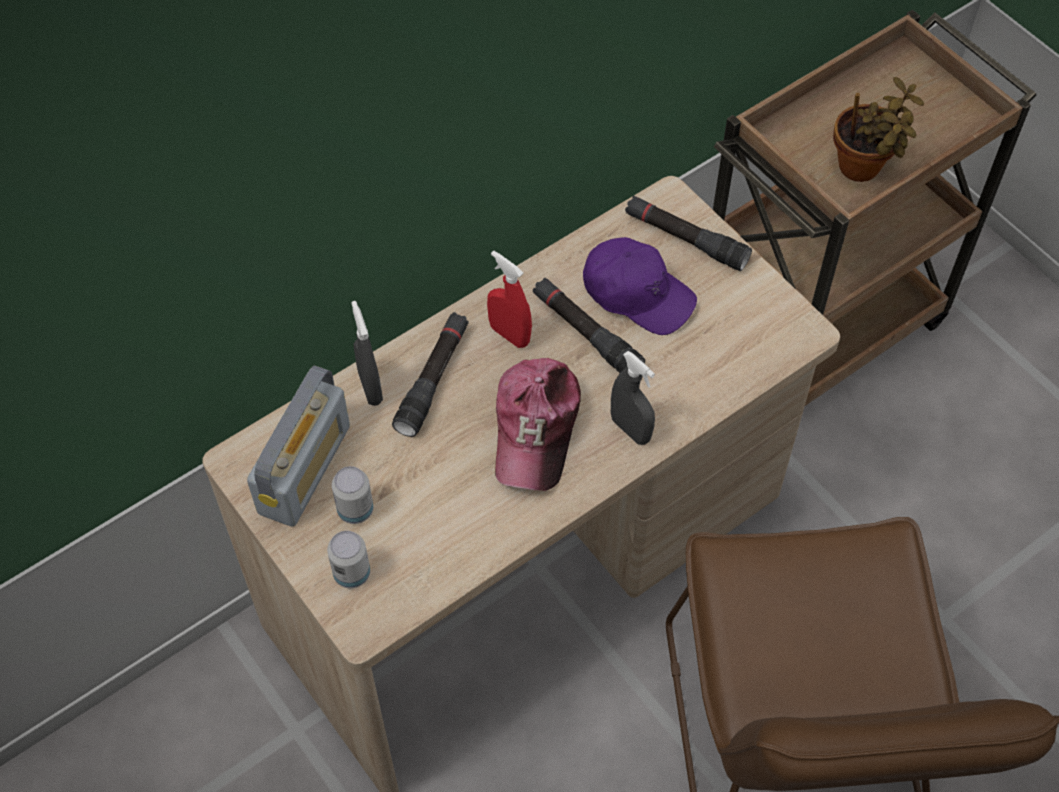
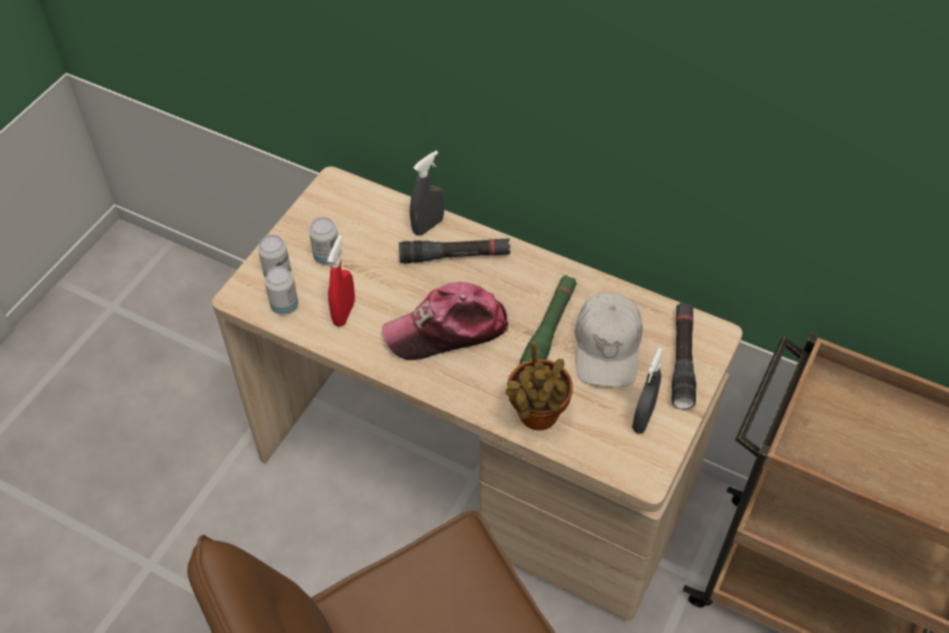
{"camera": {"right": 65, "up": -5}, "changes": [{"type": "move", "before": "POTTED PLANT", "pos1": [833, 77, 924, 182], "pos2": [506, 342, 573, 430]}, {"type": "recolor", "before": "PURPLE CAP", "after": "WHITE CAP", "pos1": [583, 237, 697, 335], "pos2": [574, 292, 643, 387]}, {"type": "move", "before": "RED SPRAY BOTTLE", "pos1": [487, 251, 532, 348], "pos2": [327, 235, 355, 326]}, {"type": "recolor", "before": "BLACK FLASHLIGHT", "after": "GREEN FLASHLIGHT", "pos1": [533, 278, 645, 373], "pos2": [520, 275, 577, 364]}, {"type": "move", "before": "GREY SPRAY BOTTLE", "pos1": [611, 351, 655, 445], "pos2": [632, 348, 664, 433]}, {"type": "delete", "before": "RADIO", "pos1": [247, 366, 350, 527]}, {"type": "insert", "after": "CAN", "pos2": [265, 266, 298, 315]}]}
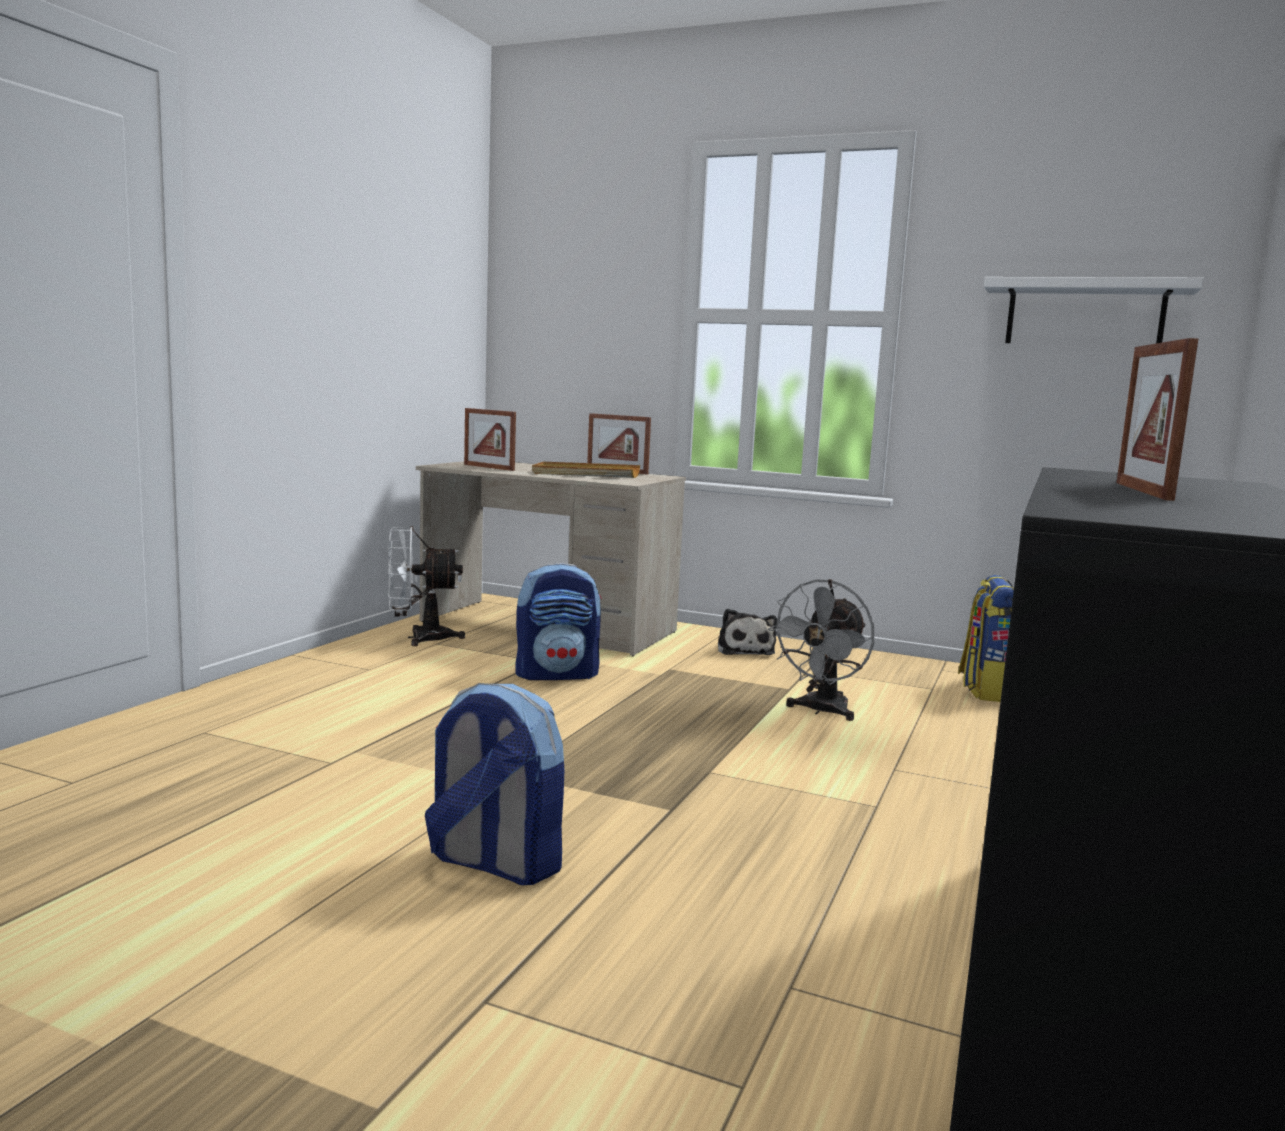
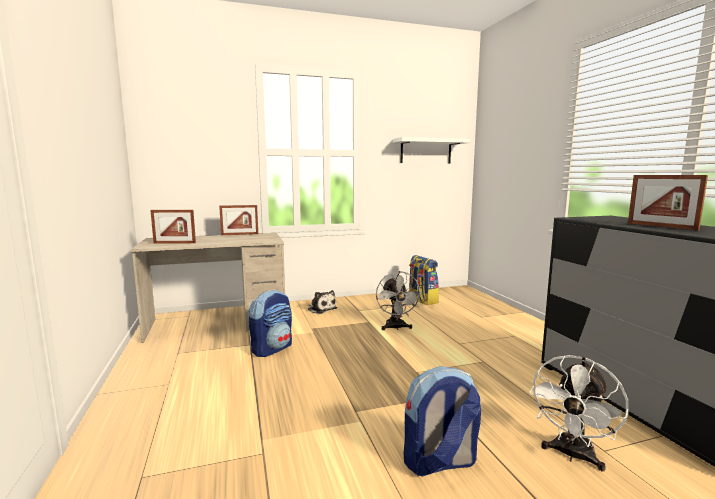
{"camera": {"right": -40, "up": 0}, "changes": [{"type": "delete", "before": "BEIGE TRAY", "pos1": [532, 461, 640, 478]}, {"type": "move", "before": "WHITE FAN", "pos1": [388, 526, 465, 646], "pos2": [529, 355, 628, 471]}]}
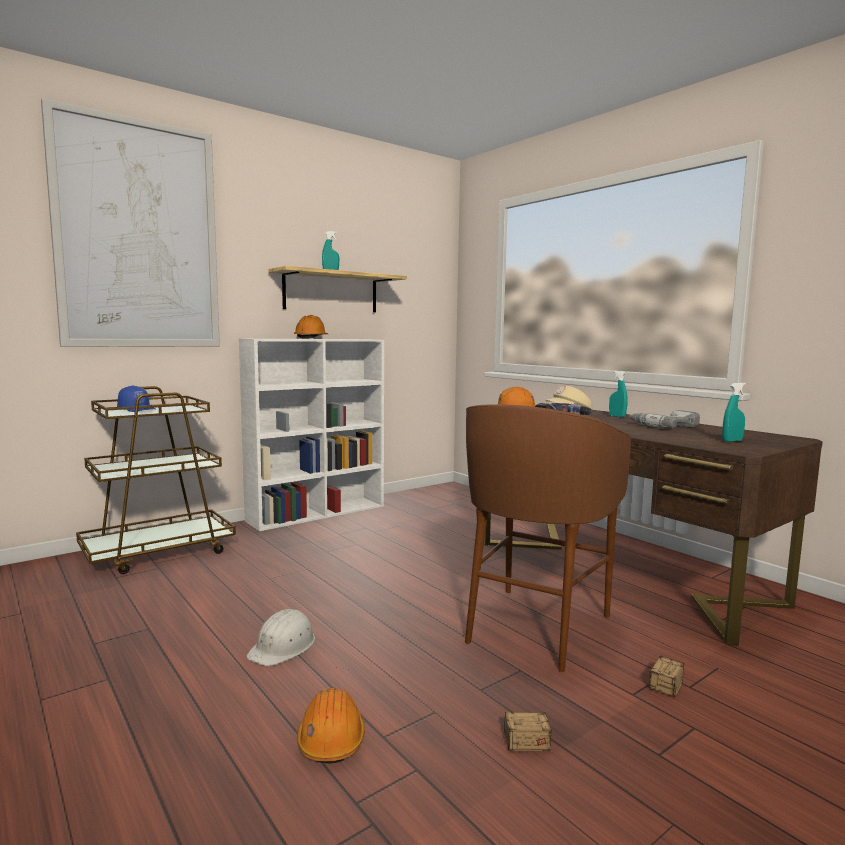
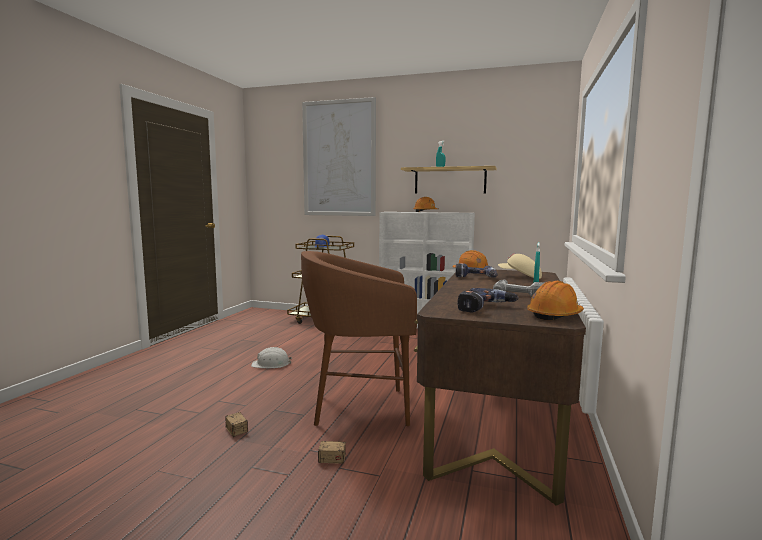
{"camera": {"right": 55, "up": 0}, "changes": [{"type": "replace", "before": "TURQUOISE SPRAY BOTTLE", "after": "POWER DRILL", "pos1": [722, 382, 746, 442], "pos2": [458, 288, 519, 312]}, {"type": "move", "before": "ORANGE HARD HAT", "pos1": [297, 688, 365, 764], "pos2": [527, 281, 584, 320]}]}
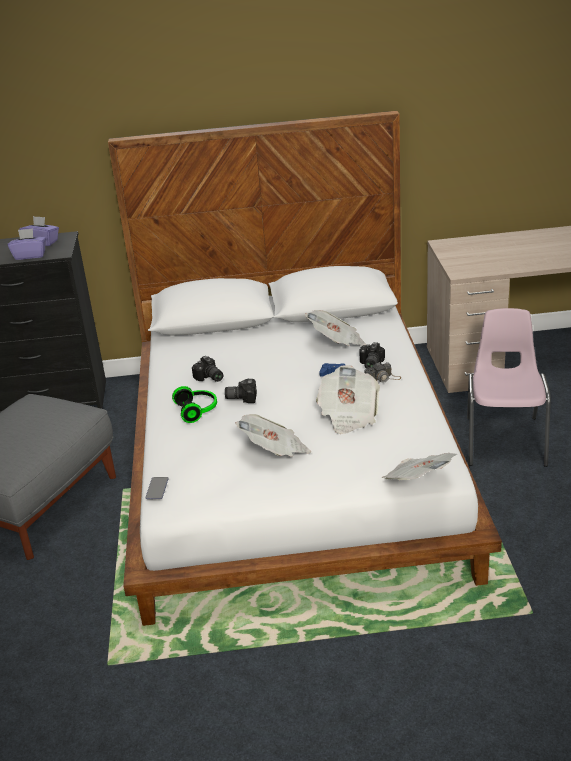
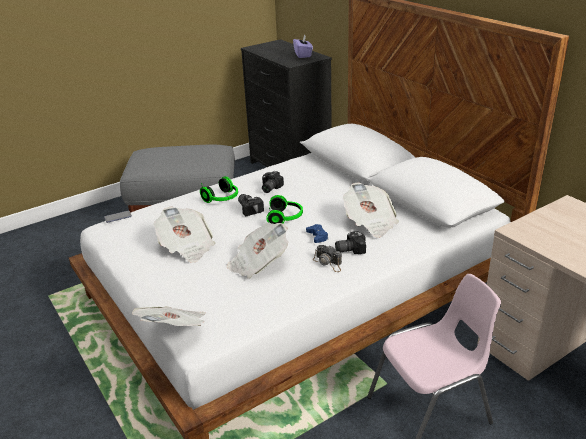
{"camera": {"right": 60, "up": 0}, "changes": [{"type": "delete", "before": "PURPLE TISSUE BOX", "pos1": [8, 228, 46, 260]}, {"type": "insert", "after": "HEADPHONES", "pos2": [266, 195, 303, 224]}]}
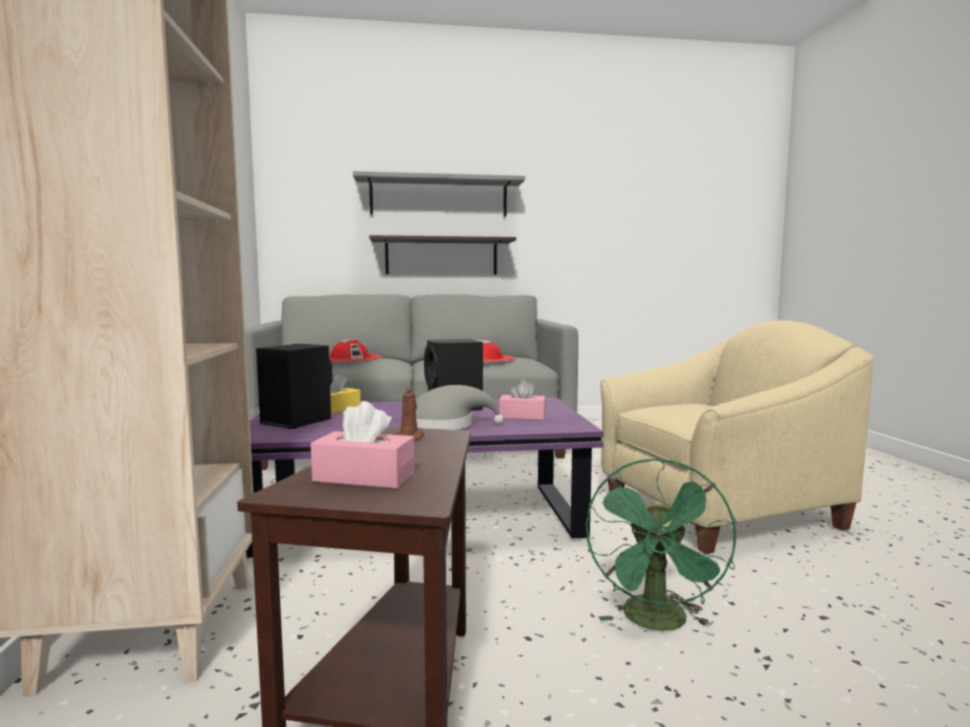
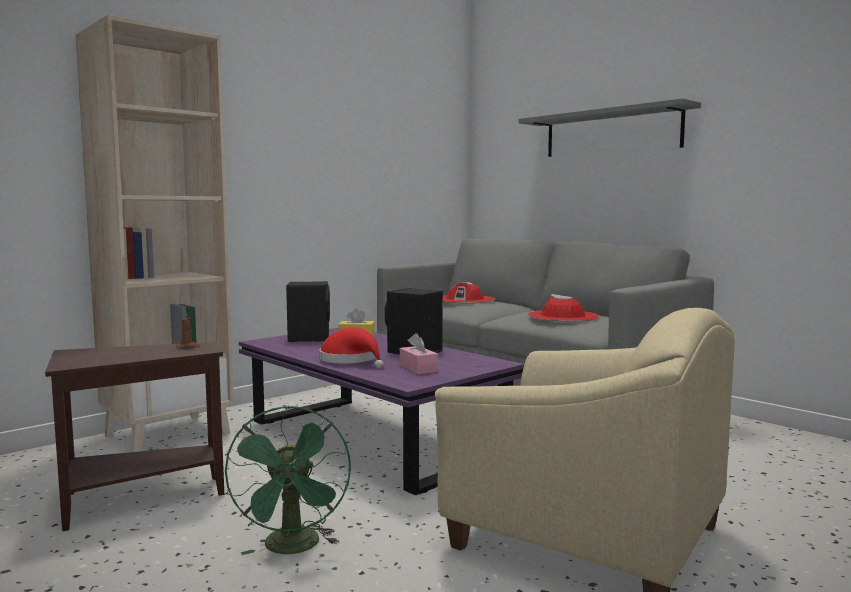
{"camera": {"right": 55, "up": 0}, "changes": [{"type": "delete", "before": "SHELF", "pos1": [369, 235, 516, 275]}, {"type": "recolor", "before": "GREY HAT", "after": "RED HAT", "pos1": [416, 385, 504, 430], "pos2": [319, 327, 384, 369]}, {"type": "delete", "before": "PINK TISSUE BOX", "pos1": [311, 401, 415, 489]}, {"type": "rotate", "before": "GREEN FAN", "pos1": [586, 458, 737, 631], "pos2": [225, 405, 351, 555], "turn": -75}]}
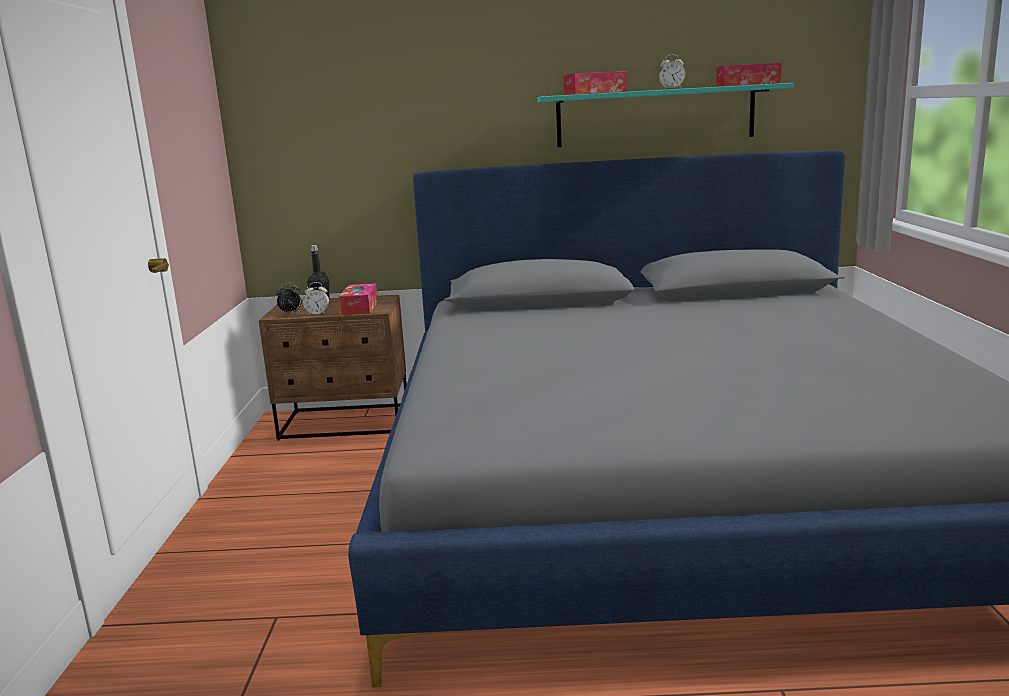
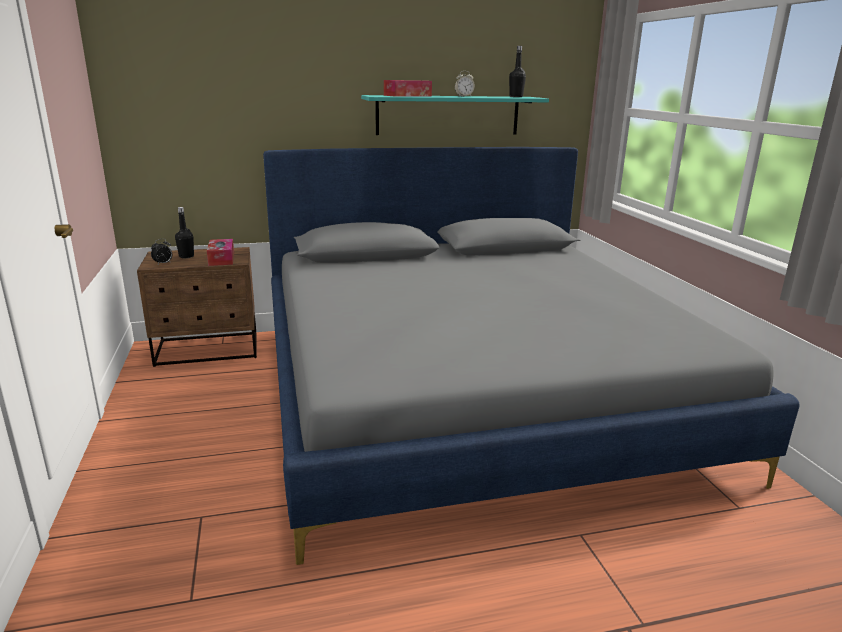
{"camera": {"right": -15, "up": 5}, "changes": [{"type": "replace", "before": "TISSUE BOX", "after": "BLACK BOTTLE", "pos1": [716, 62, 782, 87], "pos2": [509, 46, 526, 97]}, {"type": "delete", "before": "ALARM CLOCK", "pos1": [303, 282, 330, 315]}]}
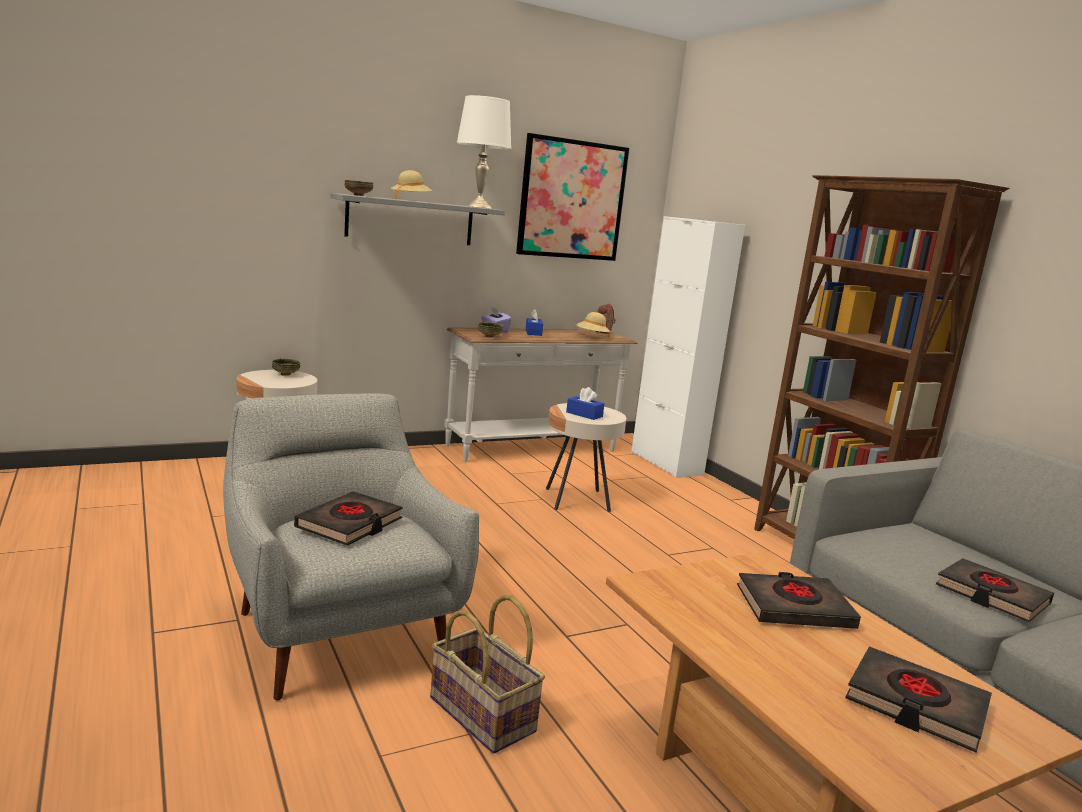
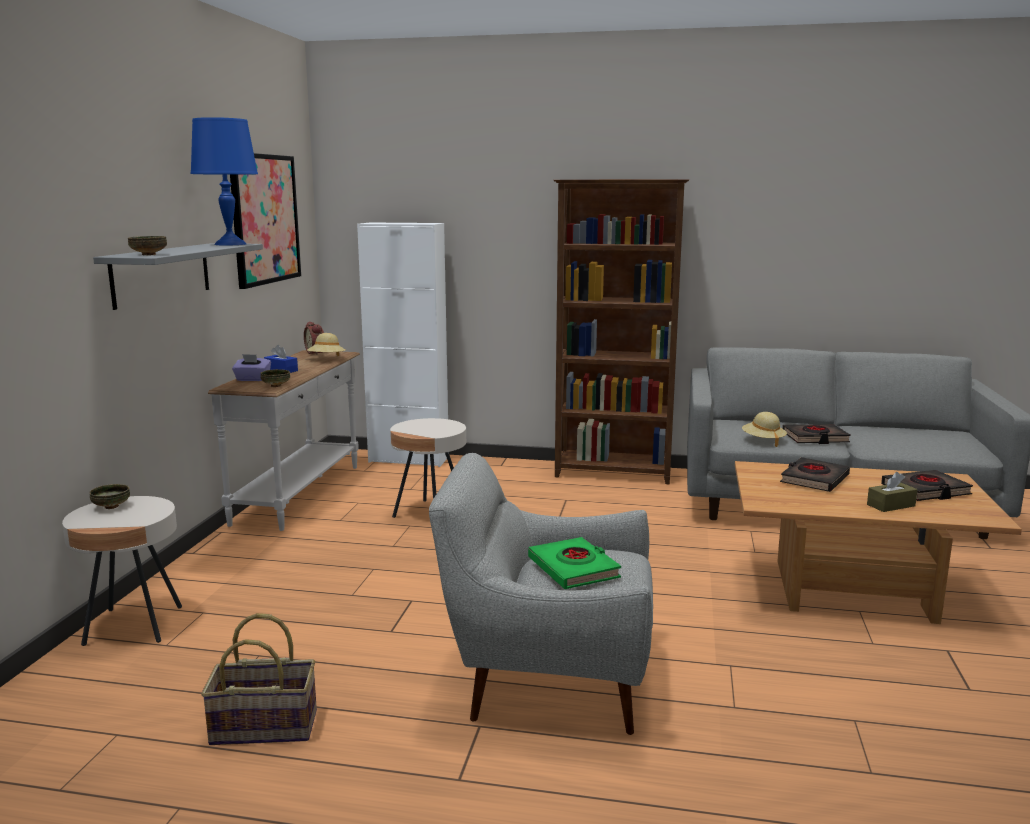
{"camera": {"right": -50, "up": 0}, "changes": [{"type": "recolor", "before": "WHITE TABLE LAMP", "after": "BLUE TABLE LAMP", "pos1": [457, 95, 511, 209], "pos2": [190, 117, 258, 245]}, {"type": "move", "before": "BEIGE HAT", "pos1": [390, 170, 432, 199], "pos2": [742, 412, 787, 447]}, {"type": "delete", "before": "BLUE TISSUE BOX", "pos1": [566, 387, 605, 420]}, {"type": "recolor", "before": "BLACK BOOK", "after": "GREEN BOOK", "pos1": [294, 491, 403, 546], "pos2": [528, 537, 621, 589]}, {"type": "move", "before": "BASKET", "pos1": [430, 595, 545, 754], "pos2": [201, 613, 317, 745]}, {"type": "insert", "after": "BROWN TISSUE BOX", "pos2": [867, 472, 917, 512]}]}
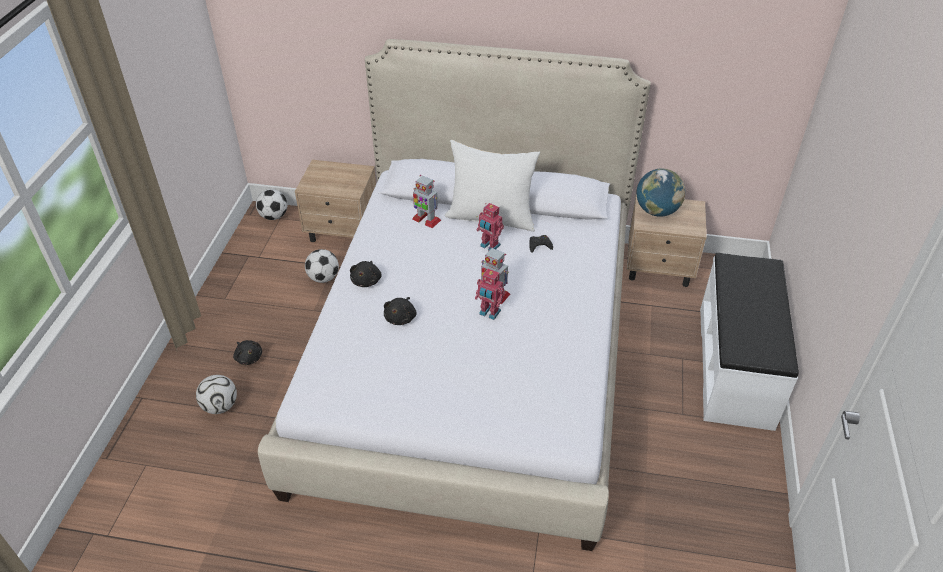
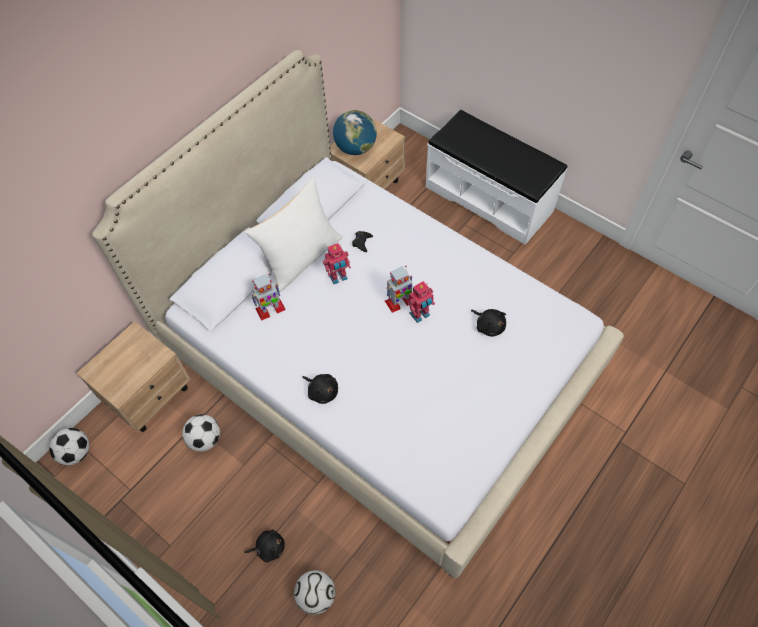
{"camera": {"right": -60, "up": 15}, "changes": [{"type": "move", "before": "BLACK PLUSH TOY", "pos1": [384, 297, 417, 325], "pos2": [471, 309, 506, 337]}]}
